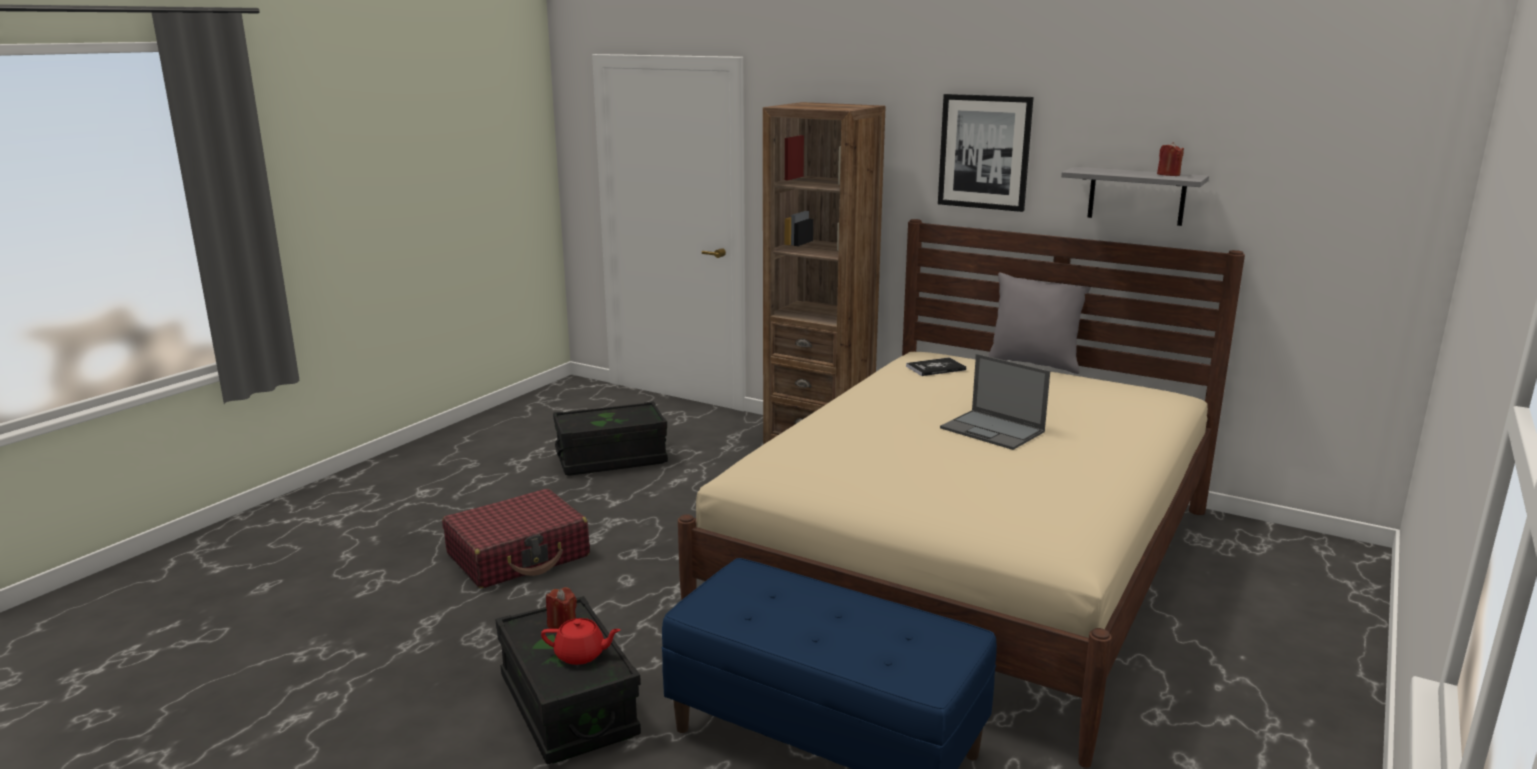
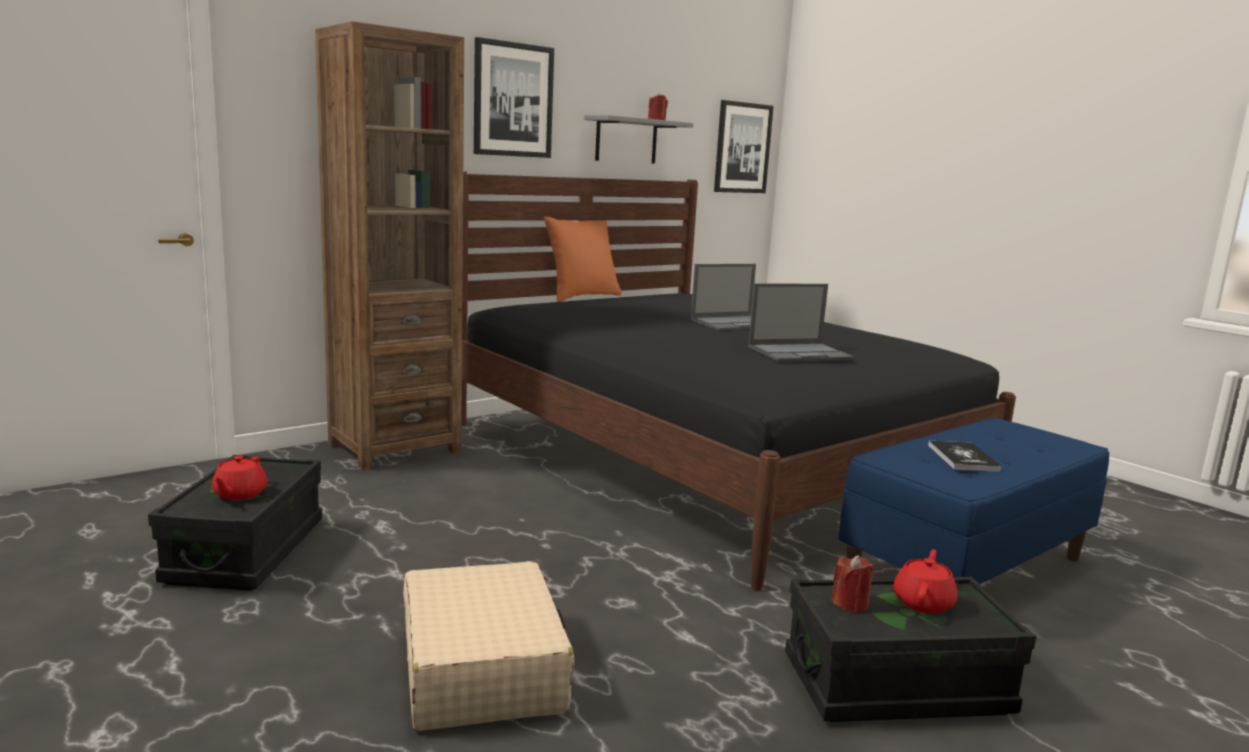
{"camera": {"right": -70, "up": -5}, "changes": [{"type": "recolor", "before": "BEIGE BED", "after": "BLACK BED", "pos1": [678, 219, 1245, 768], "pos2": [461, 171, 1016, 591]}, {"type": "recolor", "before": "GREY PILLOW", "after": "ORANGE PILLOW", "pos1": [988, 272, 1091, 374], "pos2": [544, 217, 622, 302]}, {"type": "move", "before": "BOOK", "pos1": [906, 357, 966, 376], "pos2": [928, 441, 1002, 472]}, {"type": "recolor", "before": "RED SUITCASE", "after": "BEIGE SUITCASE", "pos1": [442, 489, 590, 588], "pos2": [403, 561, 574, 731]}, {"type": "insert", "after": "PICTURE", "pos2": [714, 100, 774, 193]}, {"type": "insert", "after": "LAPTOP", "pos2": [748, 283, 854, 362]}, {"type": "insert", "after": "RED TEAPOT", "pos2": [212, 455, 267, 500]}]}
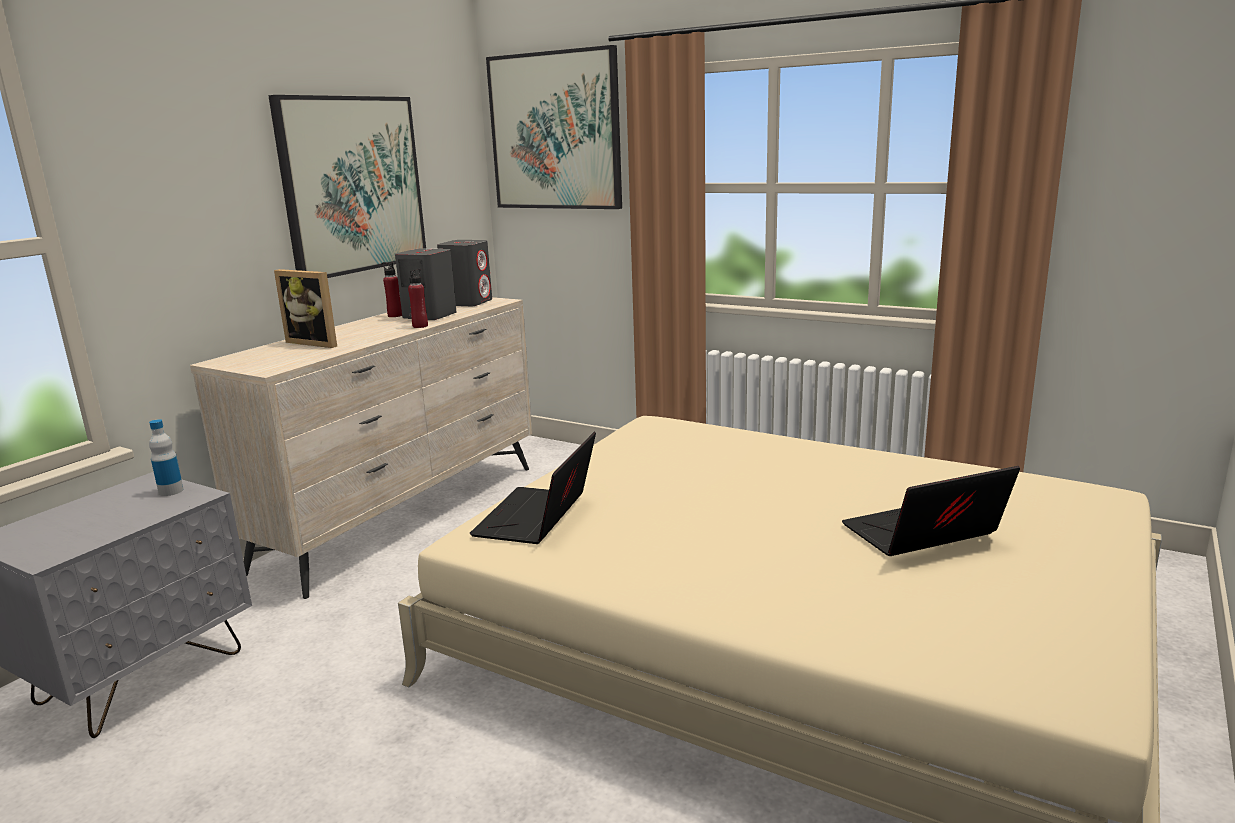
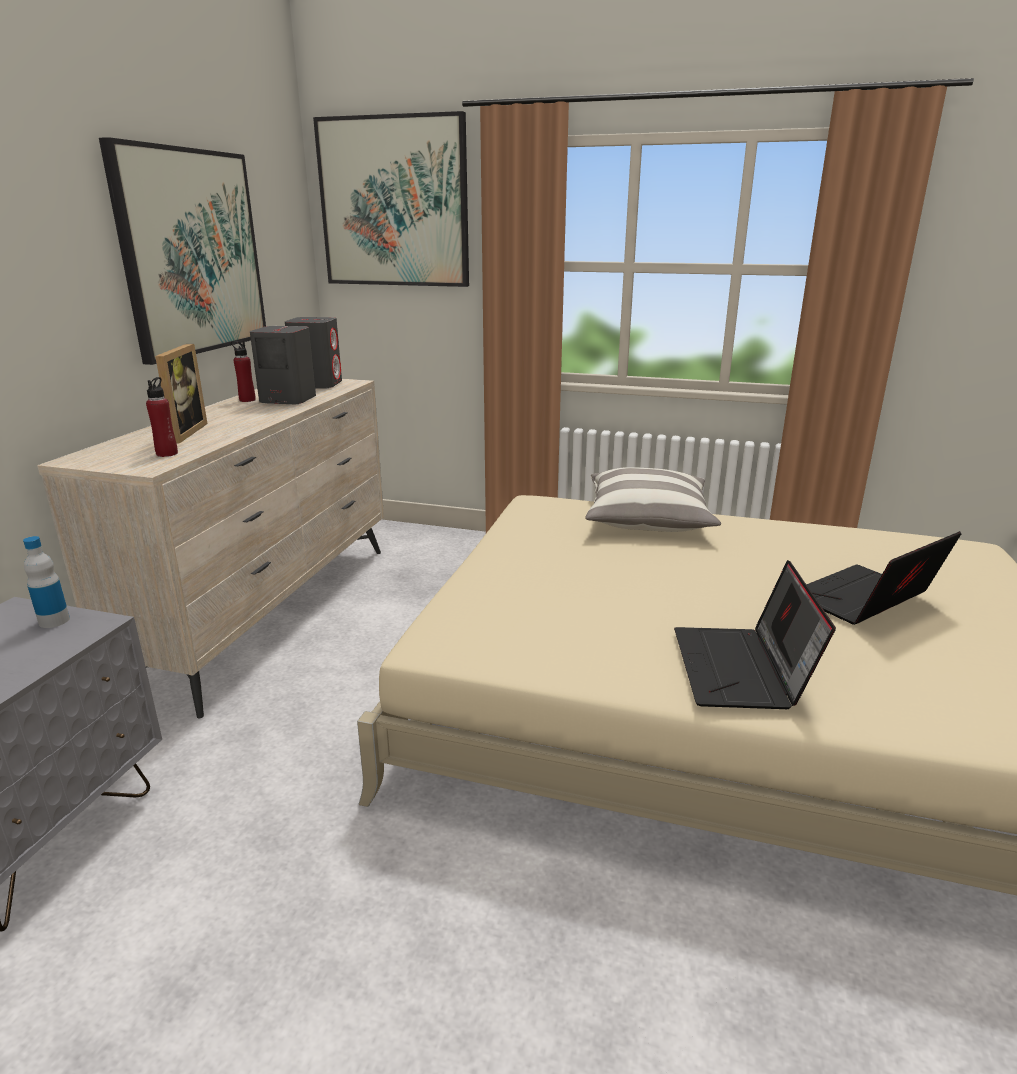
{"camera": {"right": -15, "up": 5}, "changes": [{"type": "rotate", "before": "PICTURE FRAME", "pos1": [274, 269, 337, 348], "pos2": [155, 344, 208, 443], "turn": -105}, {"type": "move", "before": "RED BOTTLE", "pos1": [408, 269, 428, 328], "pos2": [146, 377, 178, 457]}, {"type": "move", "before": "LAPTOP", "pos1": [469, 432, 596, 544], "pos2": [674, 560, 836, 709]}, {"type": "insert", "after": "PILLOW", "pos2": [585, 467, 721, 532]}]}
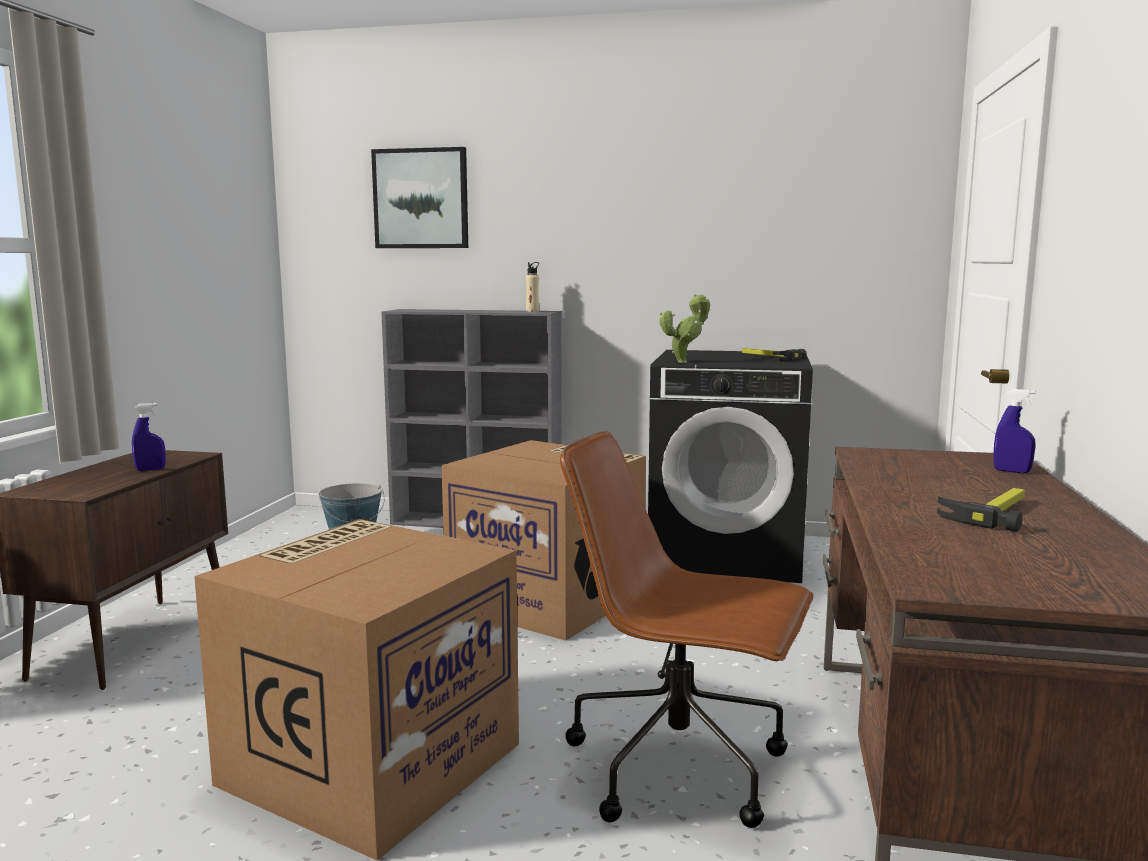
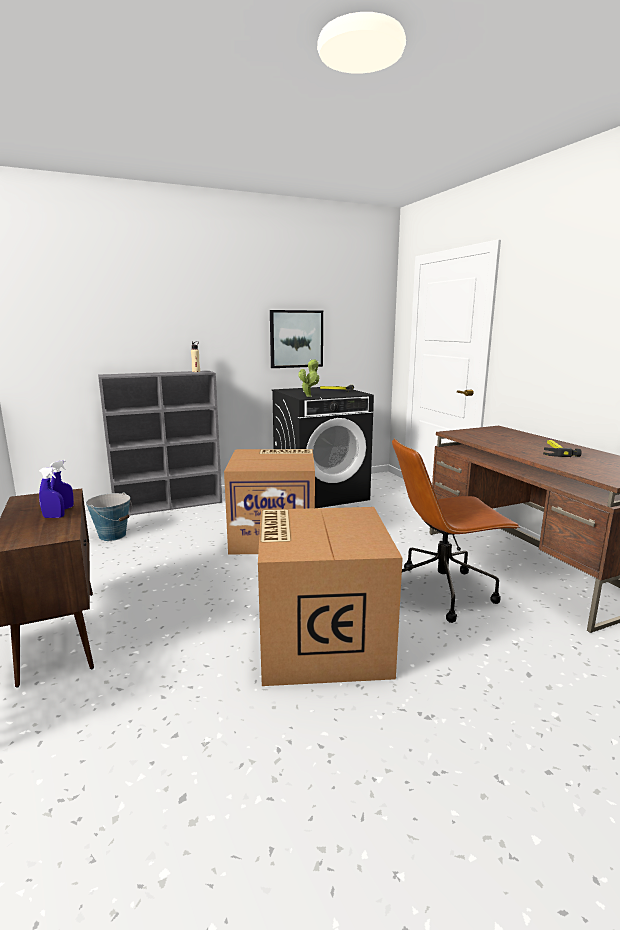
{"camera": {"right": -35, "up": 5}, "changes": [{"type": "move", "before": "PICTURE", "pos1": [371, 147, 468, 248], "pos2": [270, 310, 323, 368]}, {"type": "move", "before": "BLUE SPRAY BOTTLE", "pos1": [993, 389, 1036, 473], "pos2": [39, 467, 64, 518]}]}
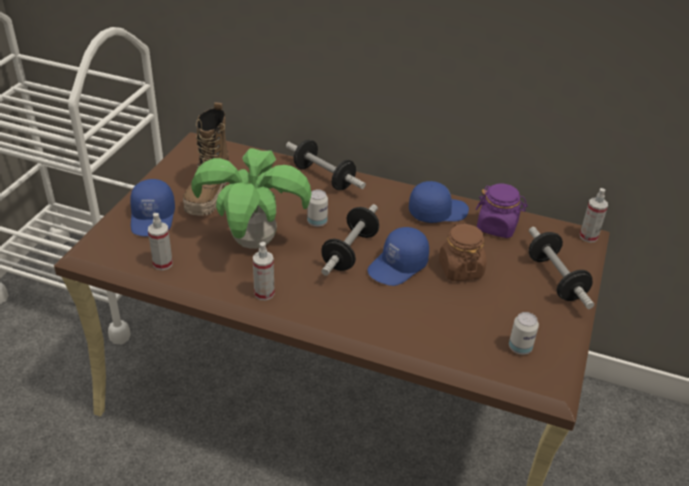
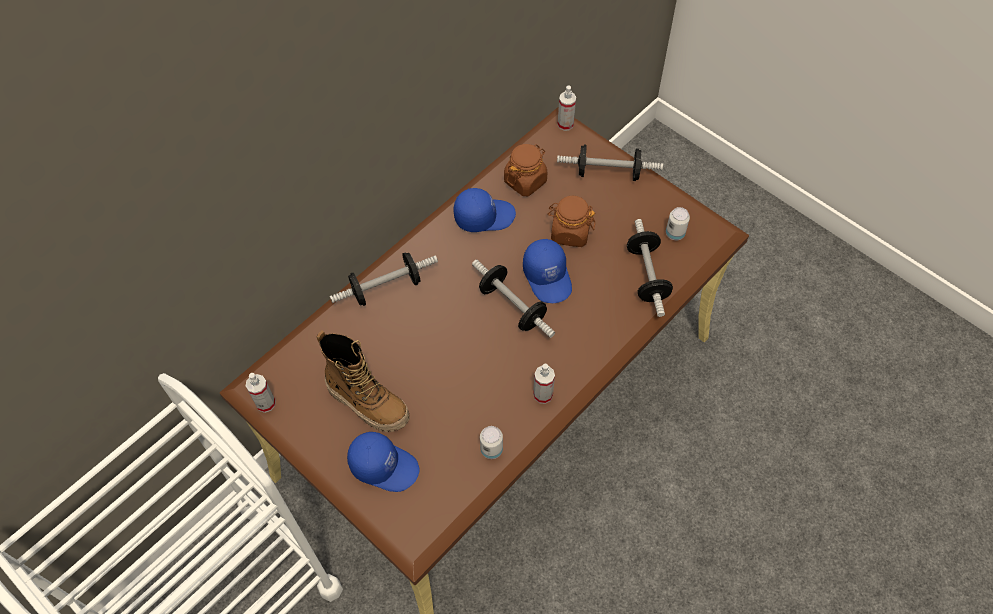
{"camera": {"right": -65, "up": 20}, "changes": [{"type": "delete", "before": "POTTED PLANT", "pos1": [191, 148, 311, 249]}, {"type": "rotate", "before": "BLUE CAP", "pos1": [409, 181, 469, 223], "pos2": [454, 188, 516, 232], "turn": 75}, {"type": "recolor", "before": "PURPLE JAR", "after": "BROWN JAR", "pos1": [476, 183, 528, 238], "pos2": [504, 144, 547, 196]}, {"type": "move", "before": "CAN", "pos1": [307, 190, 328, 227], "pos2": [480, 426, 503, 459]}, {"type": "move", "before": "SPRAY BOTTLE", "pos1": [148, 213, 173, 270], "pos2": [246, 373, 276, 413]}, {"type": "insert", "after": "DUMBBELL", "pos2": [627, 219, 673, 317]}]}
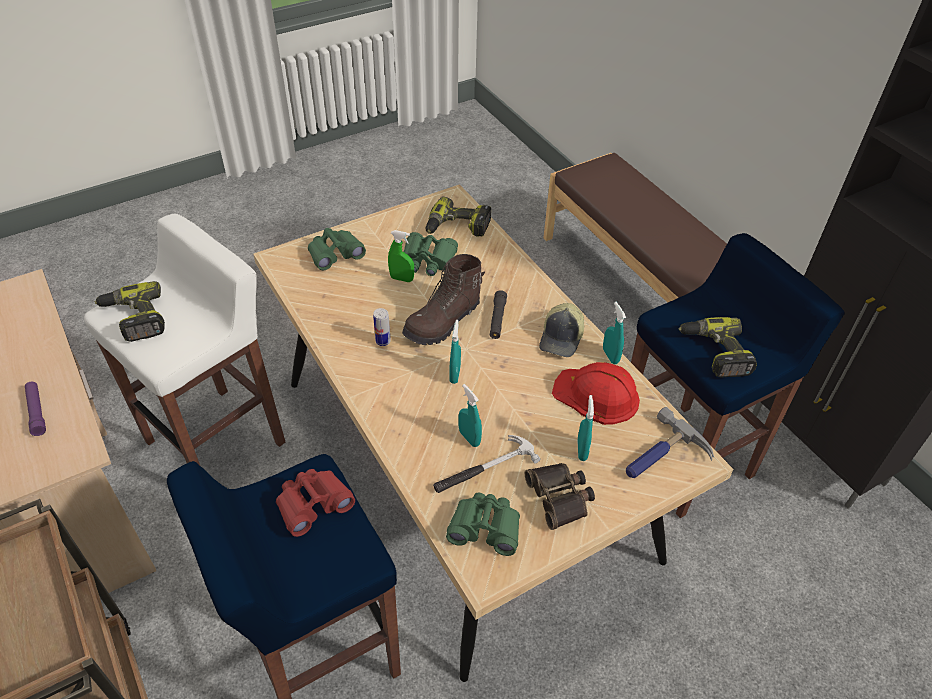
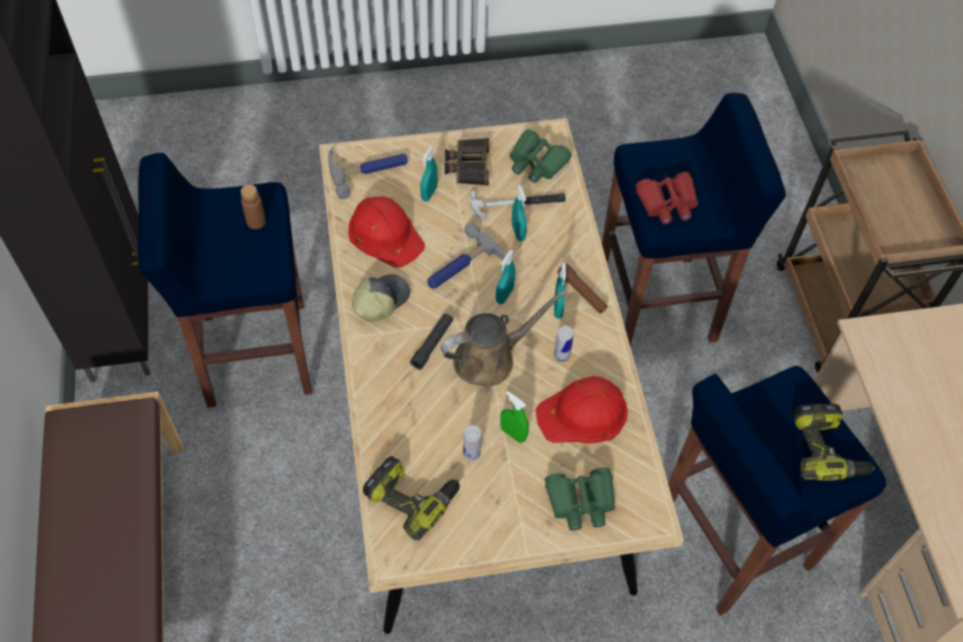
{"camera": {"right": -160, "up": 10}, "changes": [{"type": "recolor", "before": "WHITE STOOL", "after": "BLUE STOOL", "pos1": [84, 214, 285, 465], "pos2": [668, 366, 887, 616]}, {"type": "replace", "before": "GREEN BINOCULARS", "after": "CAN", "pos1": [404, 232, 458, 276], "pos2": [463, 425, 481, 460]}, {"type": "replace", "before": "BROWN BOOT", "after": "BROWN WATERING CAN", "pos1": [402, 254, 485, 345], "pos2": [440, 290, 567, 386]}, {"type": "move", "before": "TURQUOISE SPRAY BOTTLE", "pos1": [603, 302, 626, 364], "pos2": [554, 263, 566, 318]}, {"type": "replace", "before": "POWER DRILL", "after": "BROWN BOTTLE", "pos1": [679, 317, 757, 378], "pos2": [241, 184, 266, 229]}, {"type": "delete", "before": "PURPLE FLASHLIGHT", "pos1": [25, 382, 46, 436]}, {"type": "insert", "after": "HAMMER", "pos2": [427, 222, 506, 289]}, {"type": "insert", "after": "BROWN FLASHLIGHT", "pos2": [558, 264, 608, 313]}, {"type": "insert", "after": "RED HARD HAT", "pos2": [535, 376, 628, 443]}]}
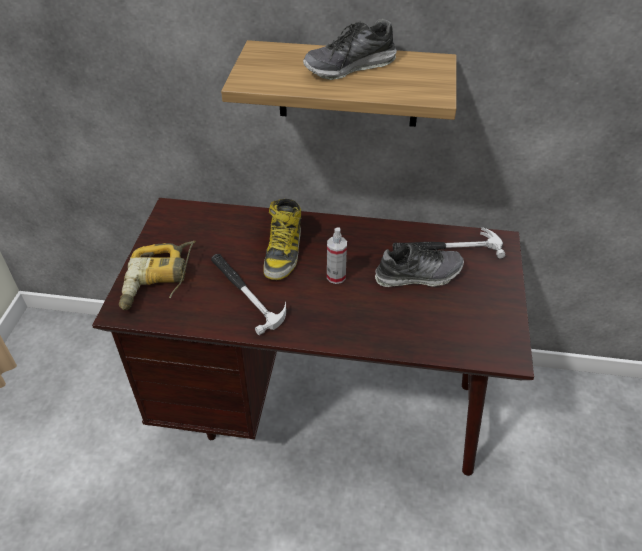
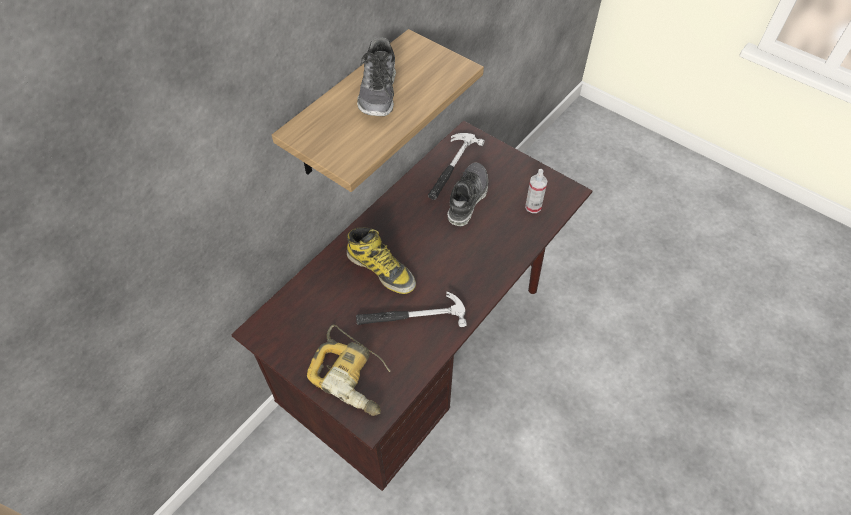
{"camera": {"right": -60, "up": 10}, "changes": [{"type": "move", "before": "SPRAY BOTTLE", "pos1": [327, 228, 347, 284], "pos2": [525, 169, 548, 213]}]}
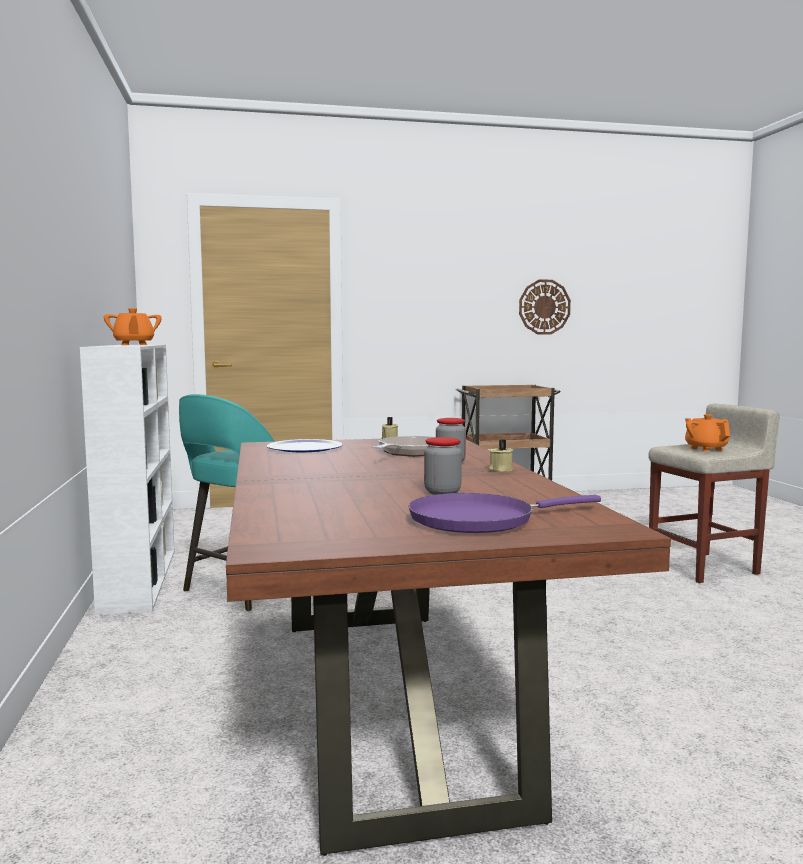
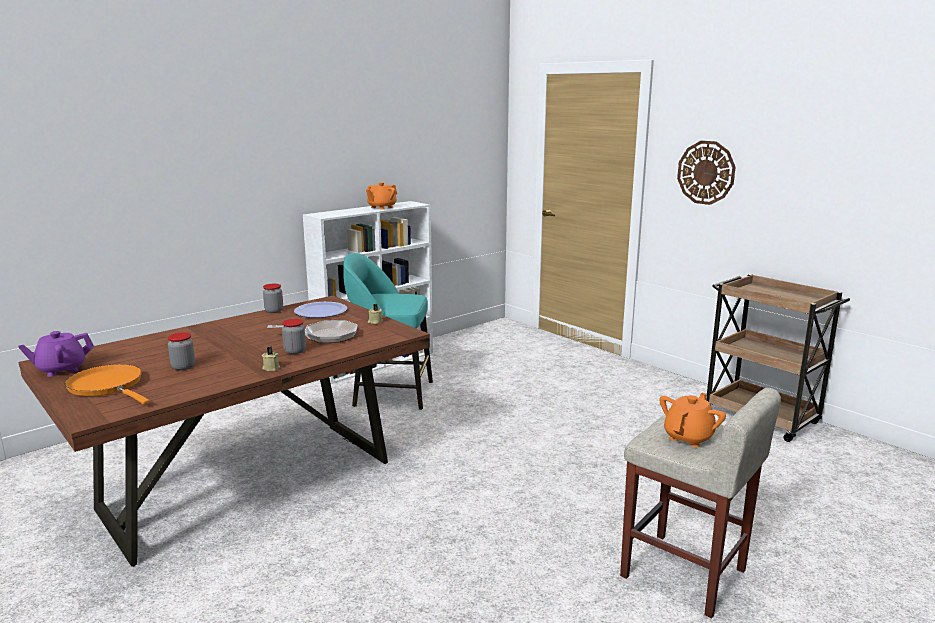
{"camera": {"right": 60, "up": 10}, "changes": [{"type": "move", "before": "WALL CLOCK", "pos1": [519, 279, 571, 334], "pos2": [677, 141, 736, 205]}, {"type": "recolor", "before": "PURPLE FRYING PAN", "after": "ORANGE FRYING PAN", "pos1": [408, 493, 601, 533], "pos2": [65, 364, 150, 404]}, {"type": "insert", "after": "JAR", "pos2": [263, 283, 283, 313]}, {"type": "insert", "after": "PURPLE TEAPOT", "pos2": [18, 331, 94, 377]}]}
